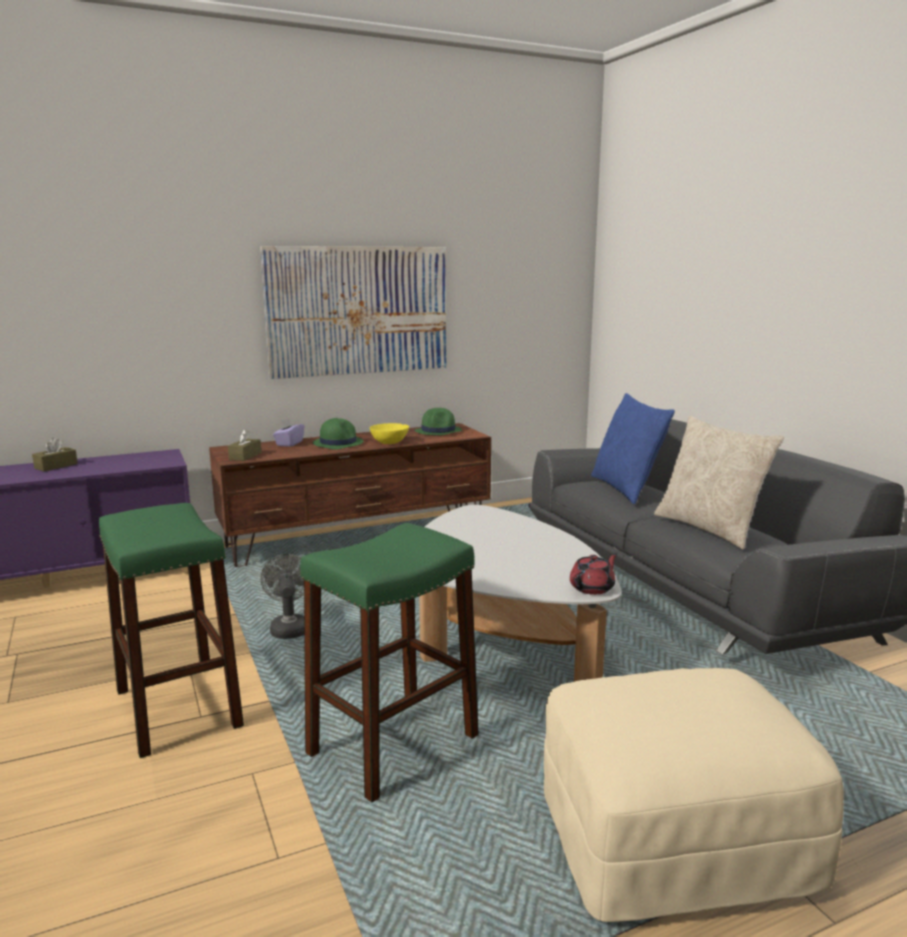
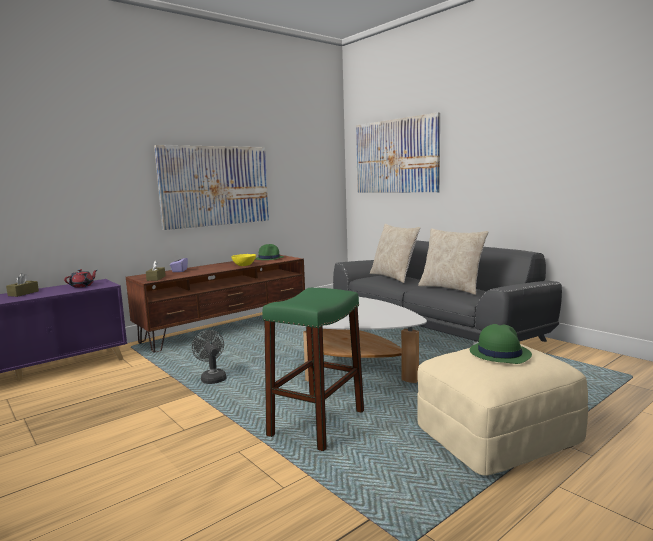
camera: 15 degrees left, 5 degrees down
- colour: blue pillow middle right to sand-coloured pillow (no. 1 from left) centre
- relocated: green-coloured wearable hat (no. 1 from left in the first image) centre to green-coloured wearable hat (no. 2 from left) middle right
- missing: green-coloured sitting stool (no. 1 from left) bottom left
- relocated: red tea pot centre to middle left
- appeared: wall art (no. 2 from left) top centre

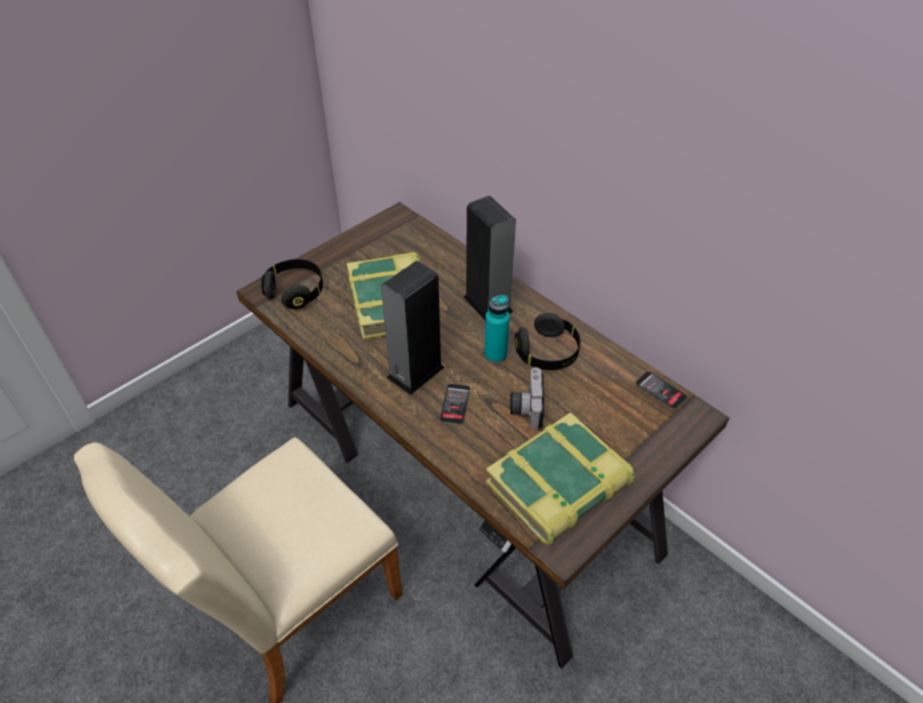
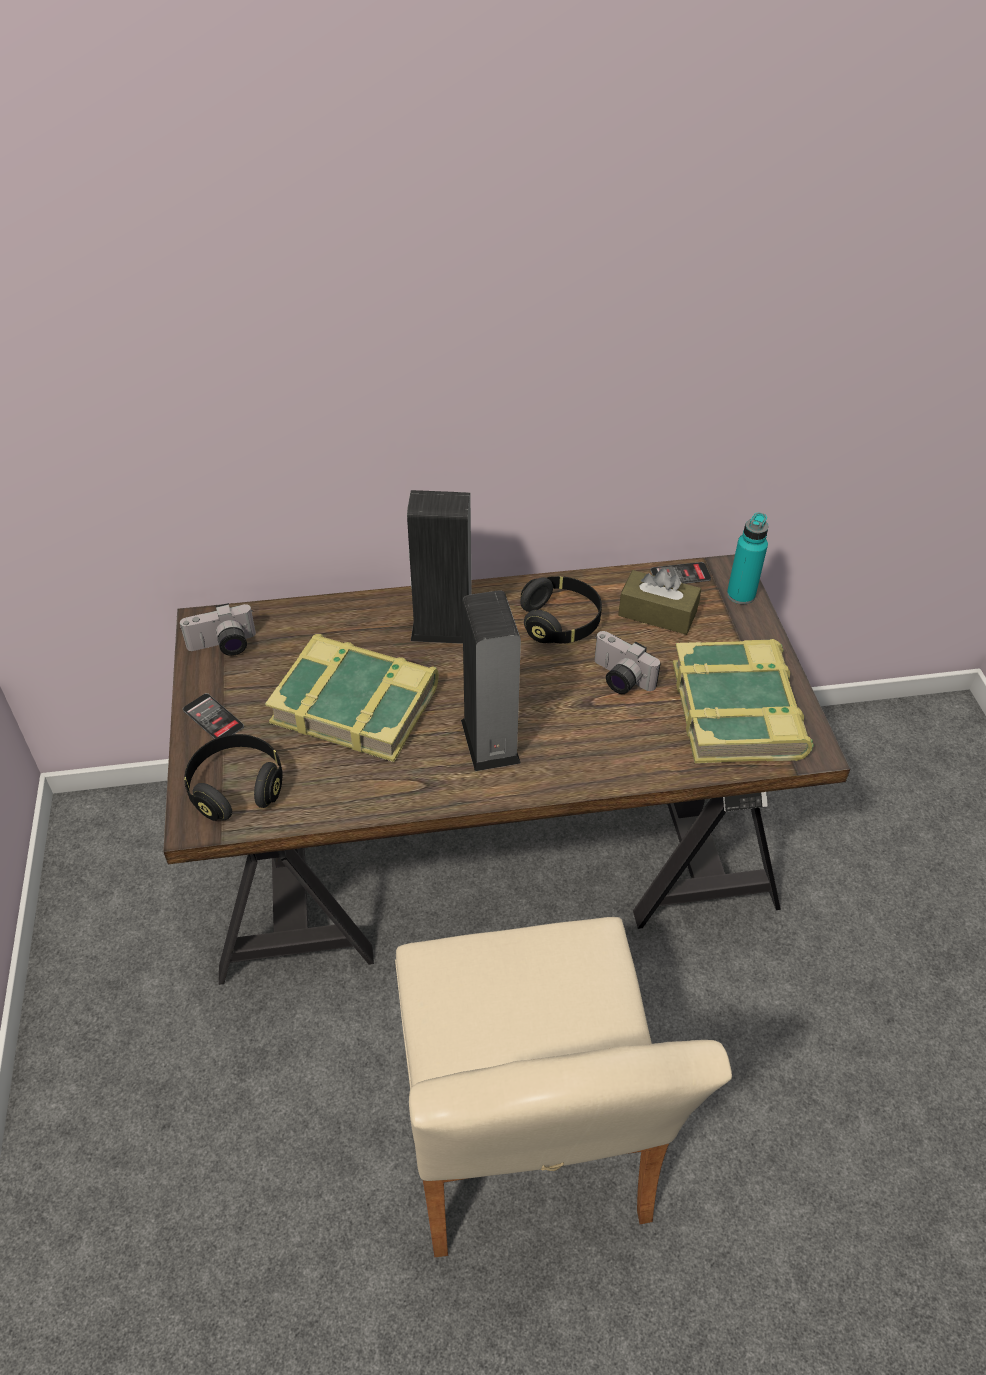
camera: 55 degrees left, 0 degrees up
- relocated: blue-green drink bottle centre to middle right
- relocated: telephone (no. 1 from left) centre to middle left
- appeared: brownish box of tissues middle right
- appeared: photo camera (no. 1 from left) middle left

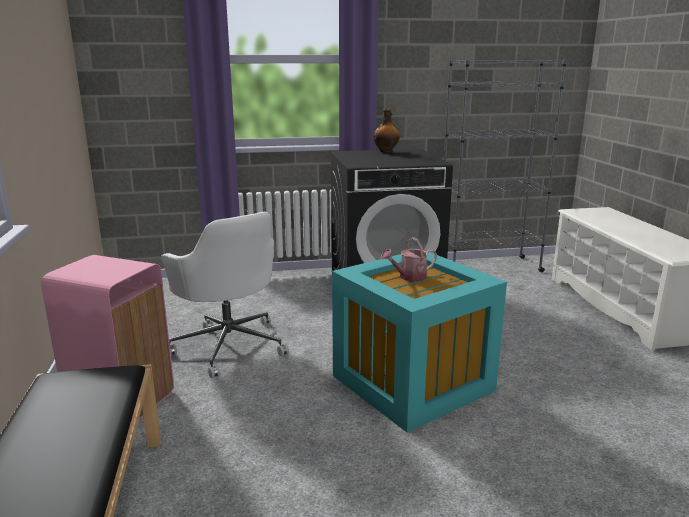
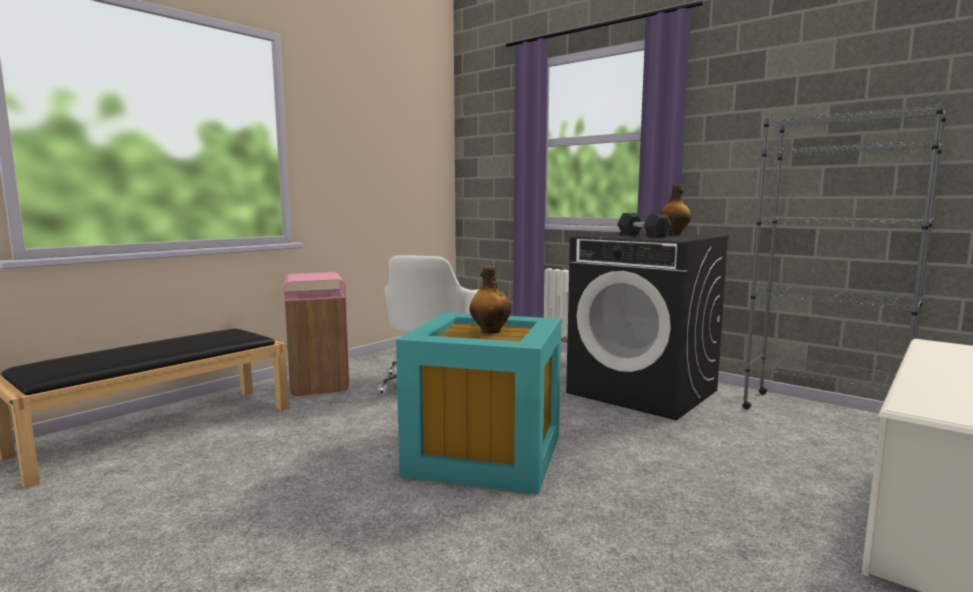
camera: 50 degrees right, 10 degrees down
- exchanged: watering pot centre to drink bottle (no. 1 from left) centre
- appeared: greyish dumbbell centre

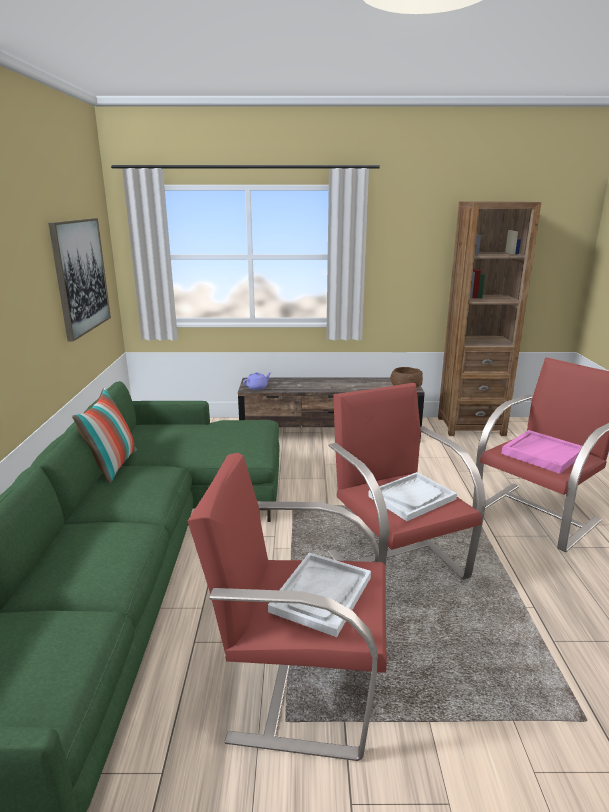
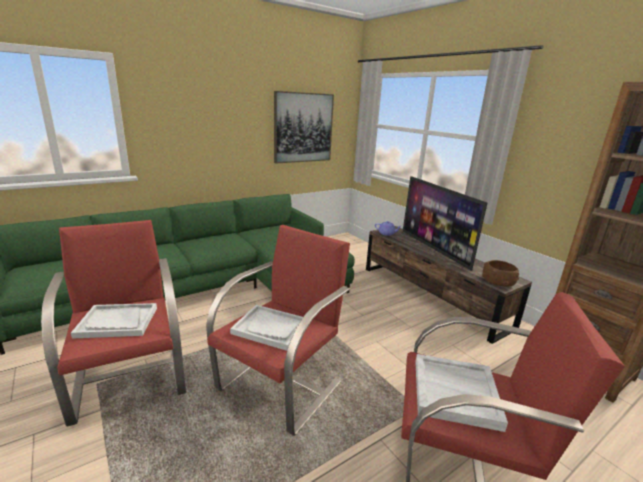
camera: 55 degrees right, 0 degrees up
- missing: pillow middle left
- colour: pink-coloured carrying tray middle right to whitish carrying tray (no. 3 from left) bottom right
- appeared: TV set middle right

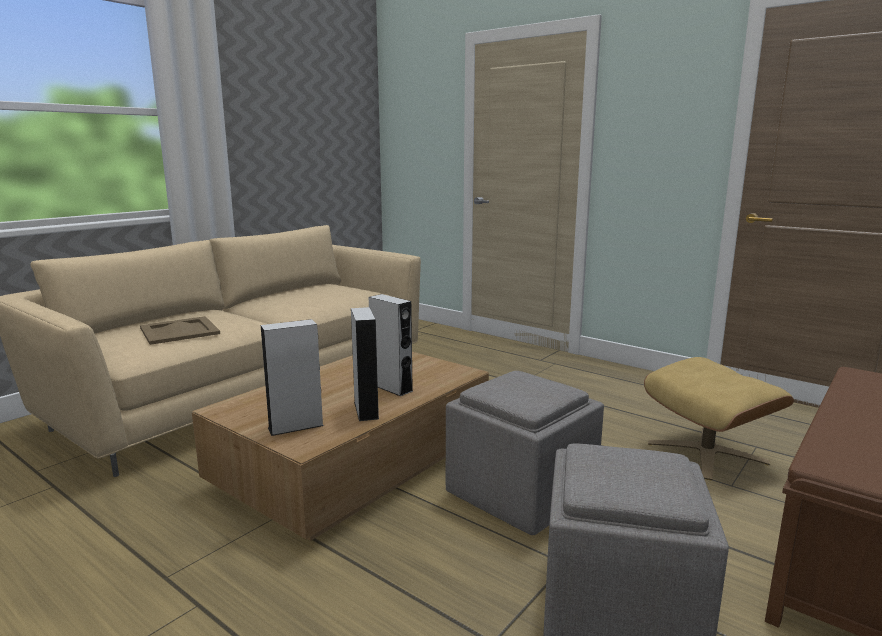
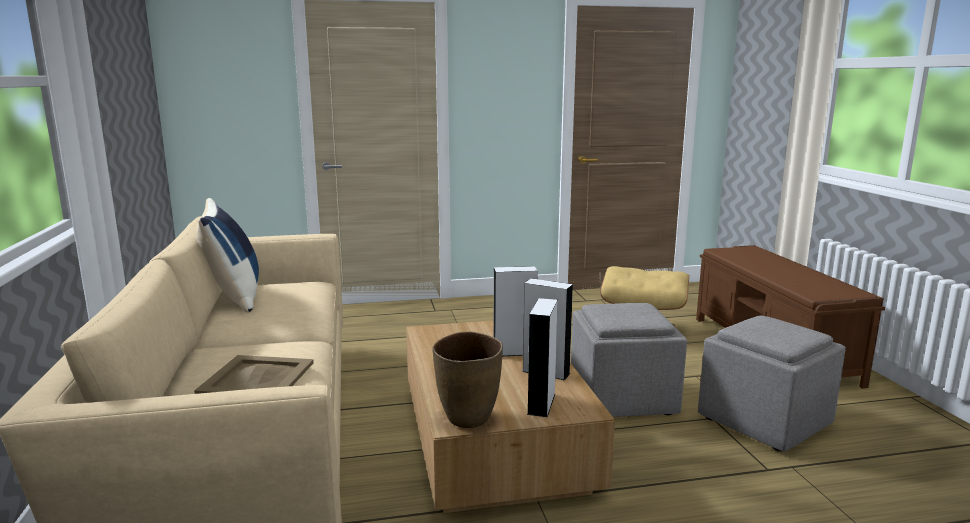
camera: 50 degrees left, 0 degrees up
- appeared: blue pillow middle left
- appeared: brownish decorative vase bottom centre

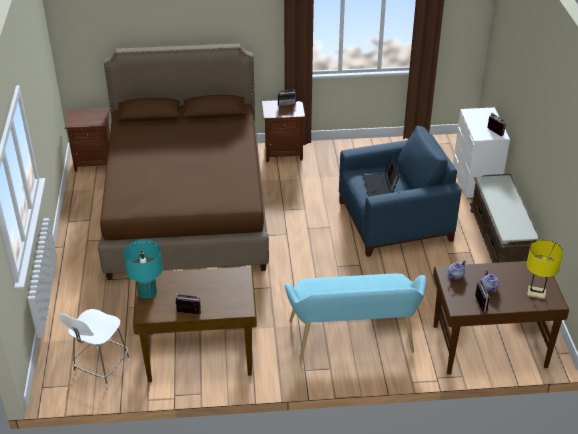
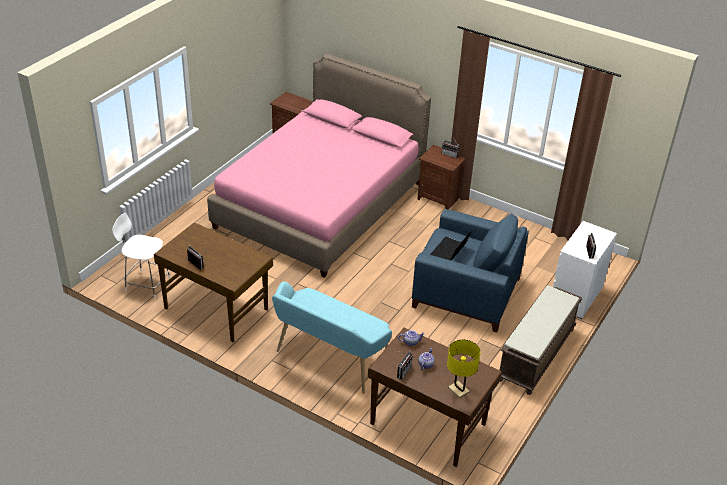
camera: 35 degrees right, 0 degrees up
- colour: brownish bed middle left to pink-coloured bed centre
- missing: blue-green tabletop lamp middle left
- spun: whitish plain chair bottom left = middle left 45 degrees clockwise

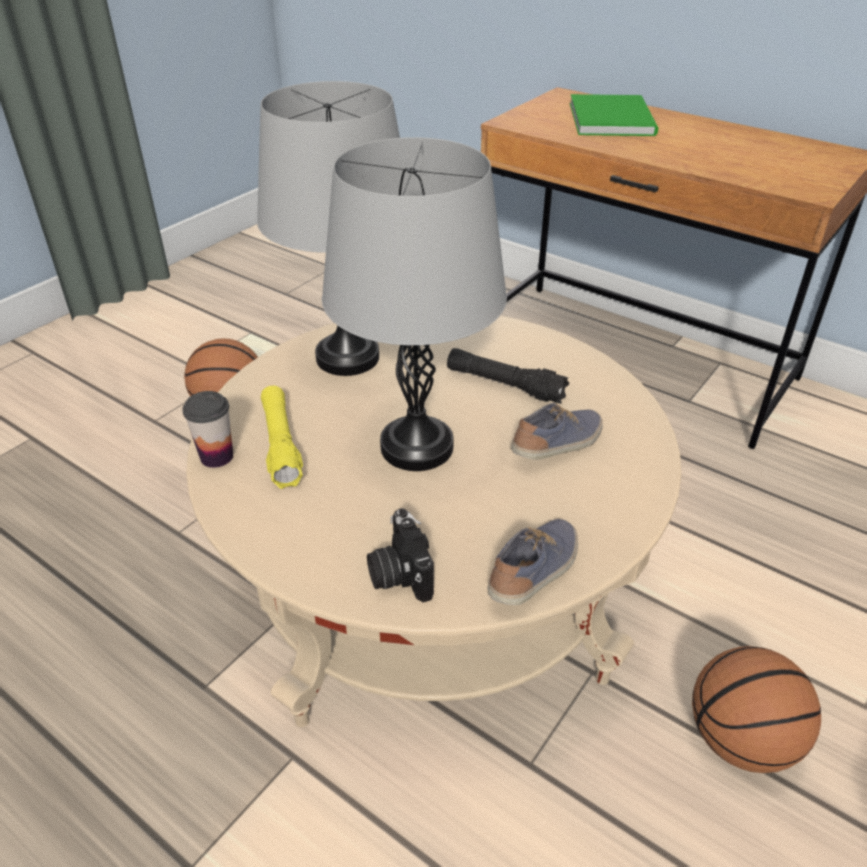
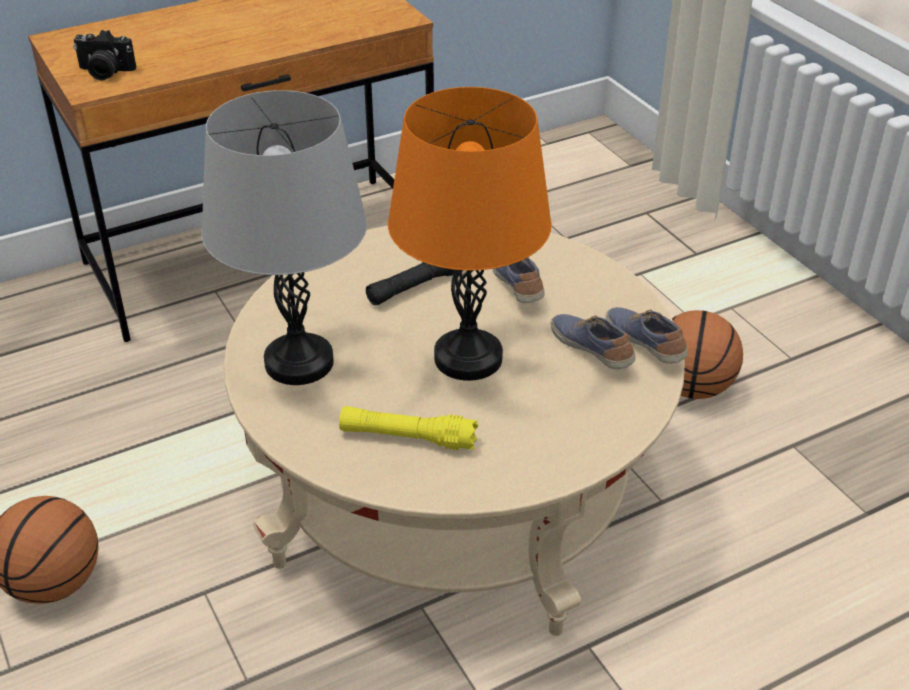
camera: 65 degrees left, 0 degrees up
- missing: green-coloured bound book top right
- colour: greyish tabletop lamp (no. 2 from left) centre to orange-coloured tabletop lamp centre
- missing: small cup middle left
- relocated: photo camera centre to top left
- appeared: item of footwear (no. 2 from left) centre

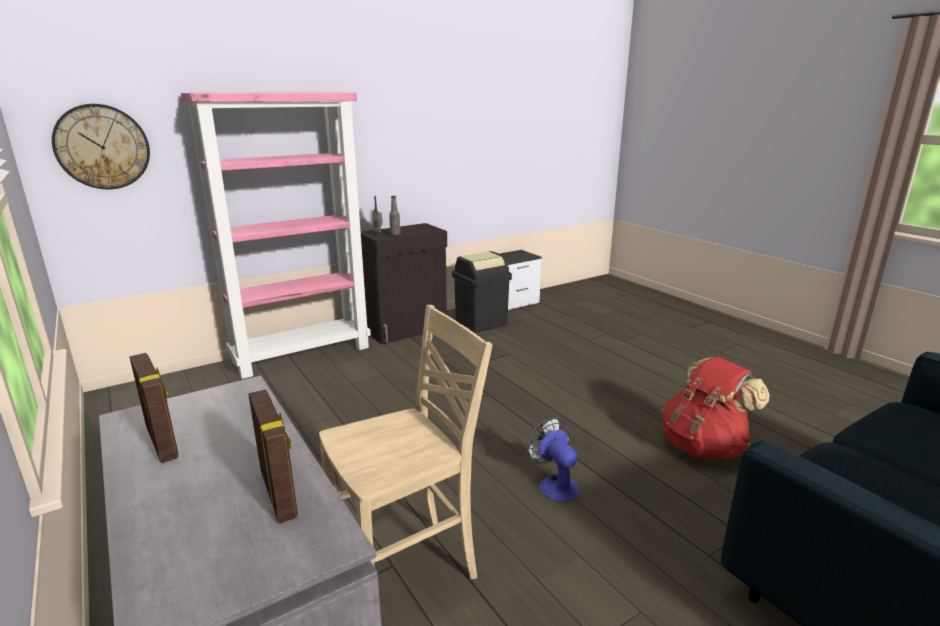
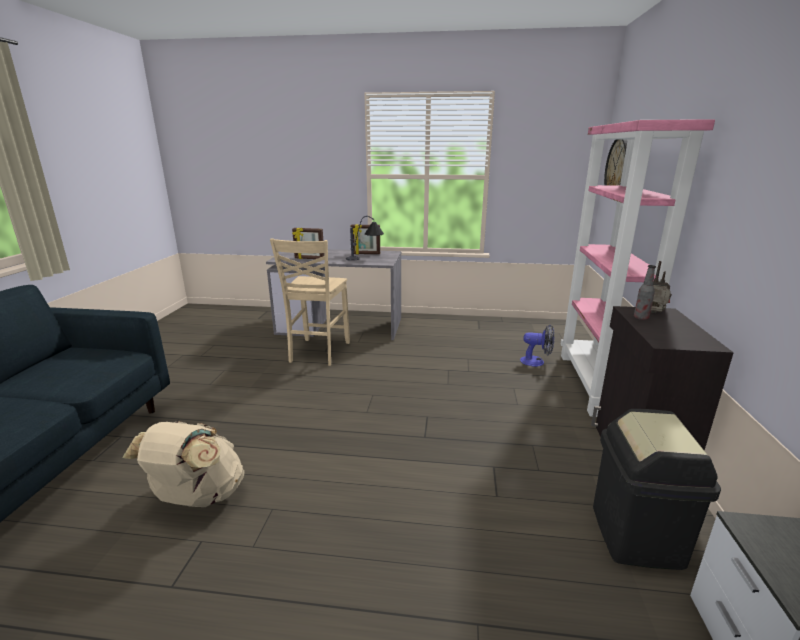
camera: 130 degrees right, 0 degrees up
- colour: red rucksack middle right to sand-coloured rucksack bottom left
- relocated: electric fan bottom centre to middle right
- appeared: tabletop lamp centre

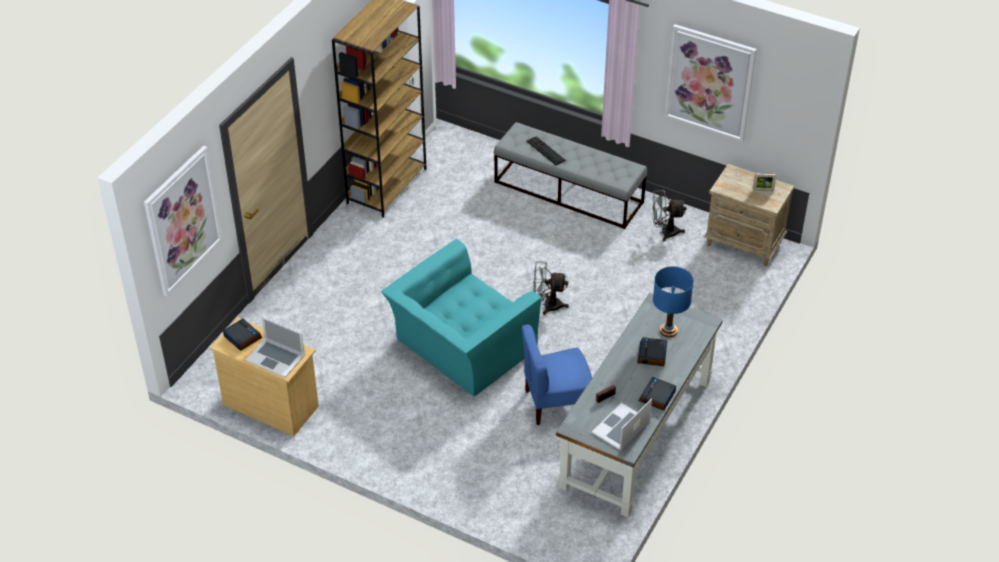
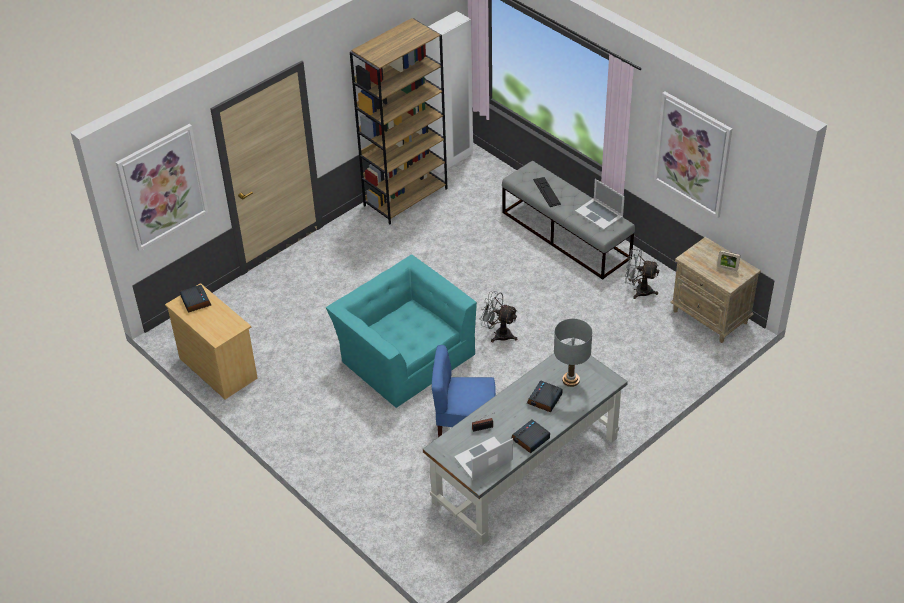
camera: 20 degrees right, 0 degrees up
- spun: blue-green lounge chair centre = centre 75 degrees clockwise
- colour: blue tabletop lamp middle right to greyish tabletop lamp centre
- relocated: laptop (no. 1 from left in the first image) middle left to laptop (no. 2 from left) centre

